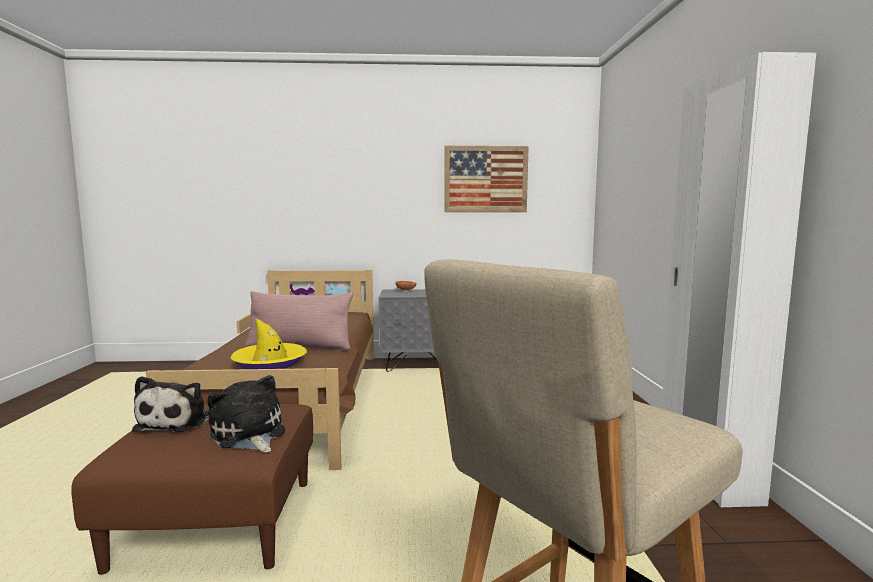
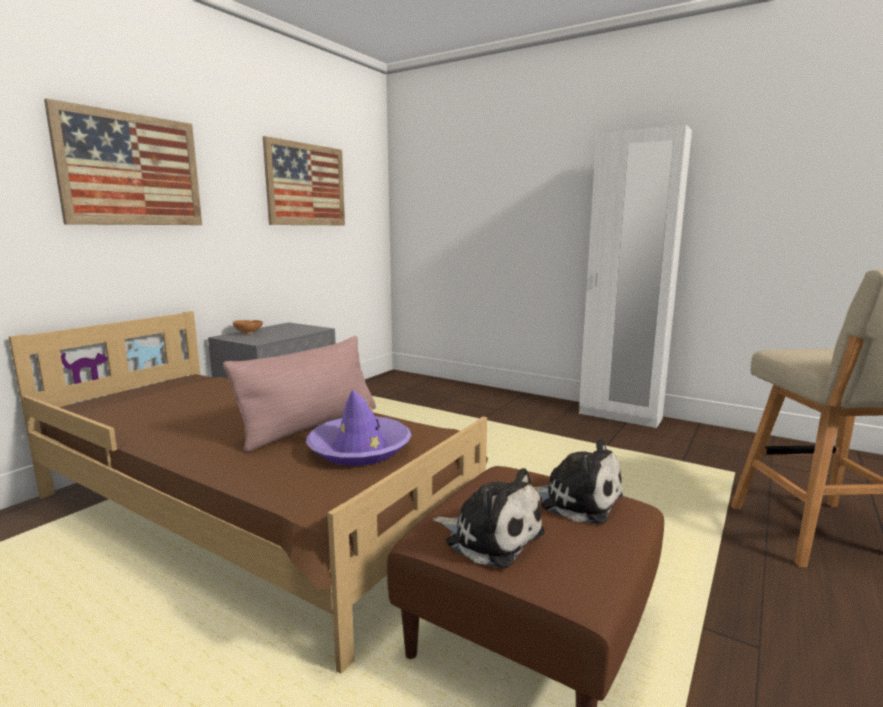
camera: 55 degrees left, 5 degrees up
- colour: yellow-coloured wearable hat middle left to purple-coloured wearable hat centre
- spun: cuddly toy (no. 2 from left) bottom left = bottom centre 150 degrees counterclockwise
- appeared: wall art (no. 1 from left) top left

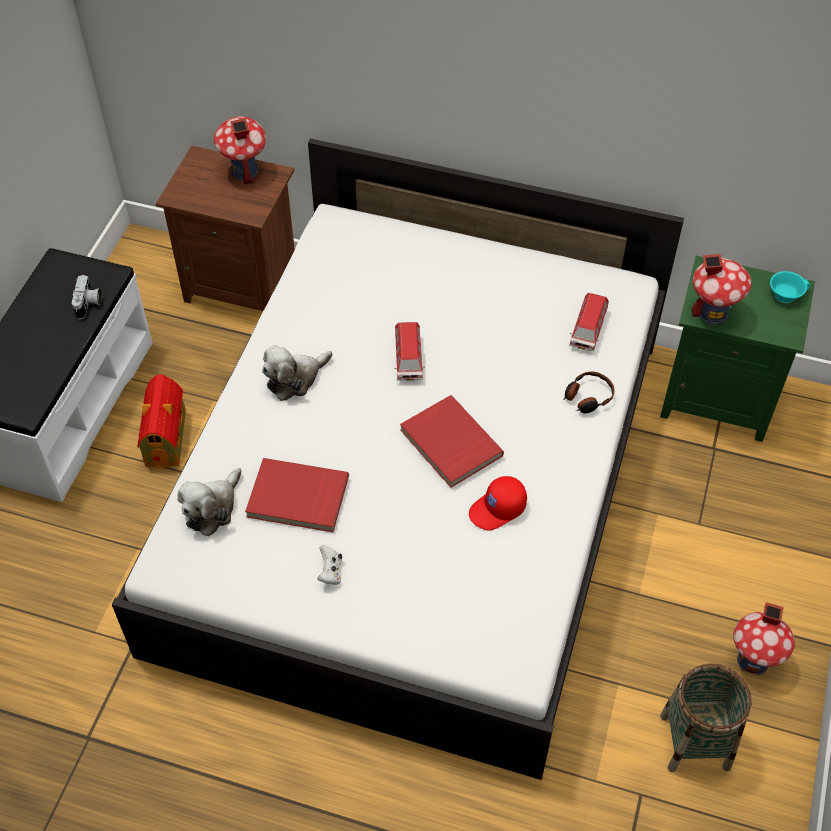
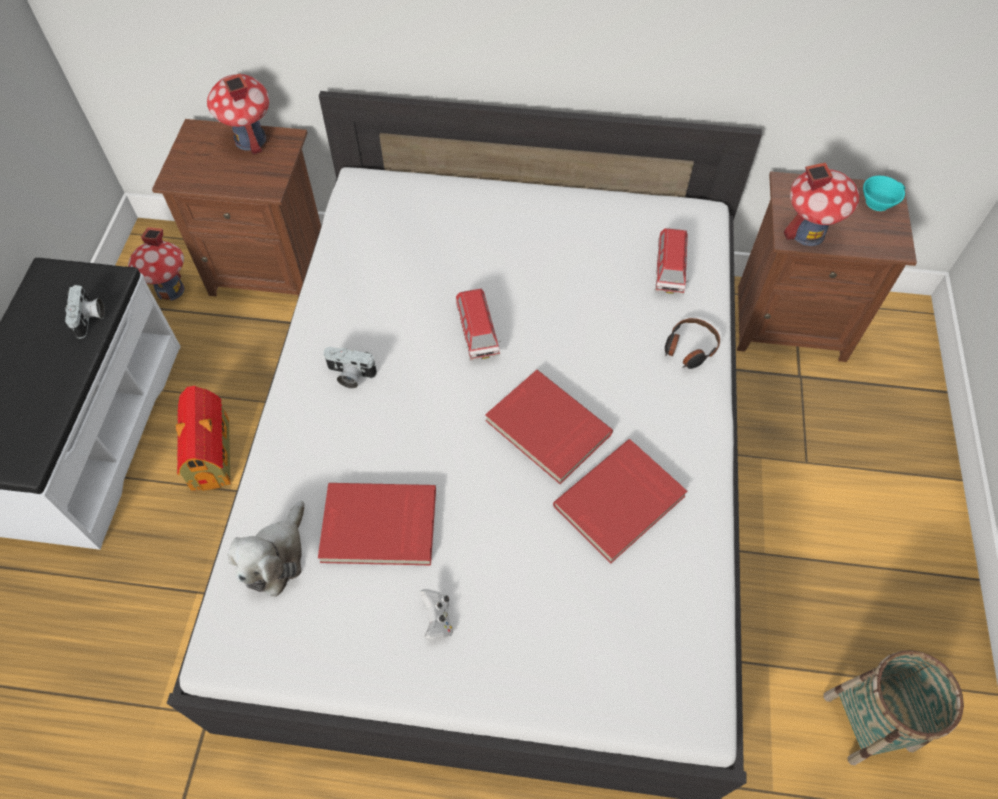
camera: 10 degrees left, 5 degrees up
- colour: green-coloured bedside table middle right to brownish bedside table (no. 2 from left) middle right
- exchanged: cuddly toy (no. 2 from left) centre to photo camera (no. 2 from left) centre
- exchanged: red baseball cap centre to red bound book (no. 3 from left) centre
- relocated: model house (no. 4 from left in the first image) bottom right to model house (no. 1 from left) top left

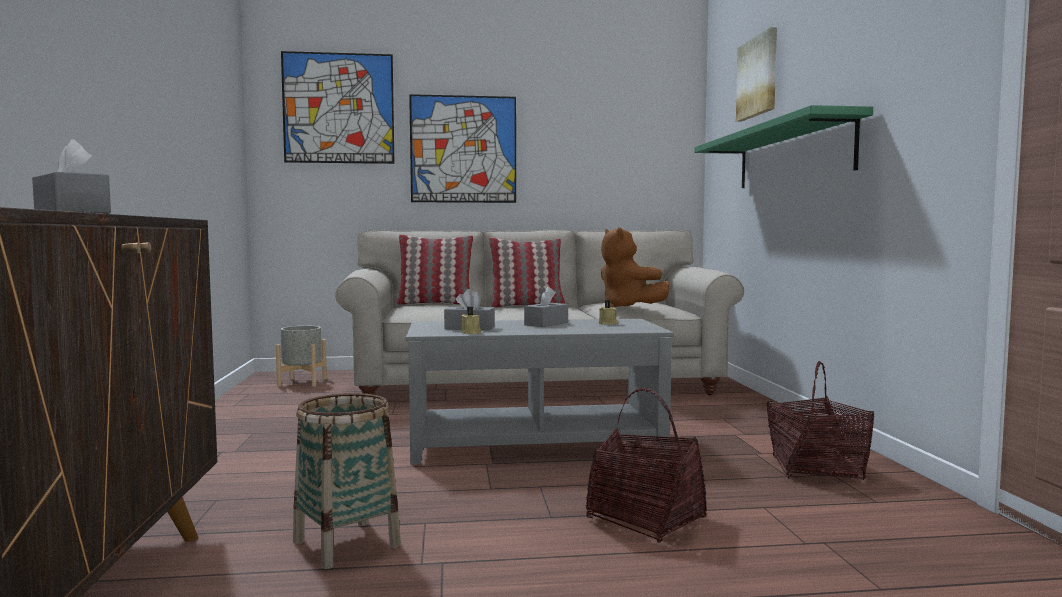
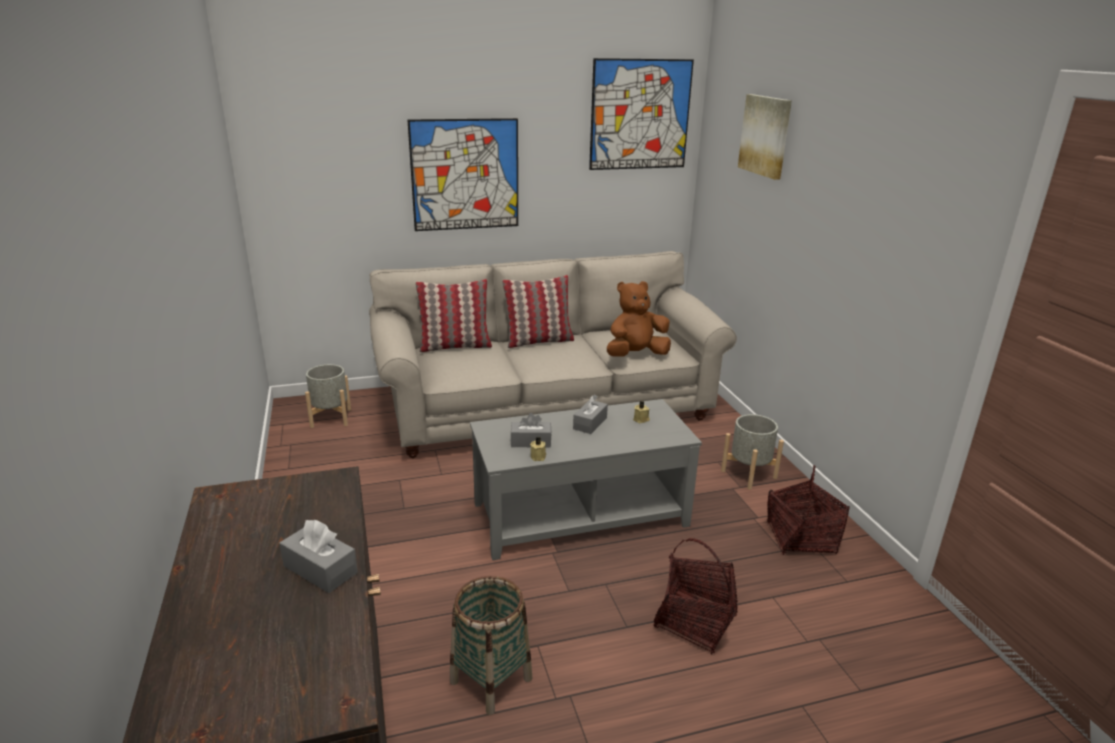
camera: 10 degrees left, 20 degrees up
- relocated: wall art (no. 1 from left in the first image) top left to wall art (no. 2 from left) top centre
- missing: green-coloured shelf top right
- spun: brownish cuddly toy centre = centre 105 degrees clockwise
- appeared: greyish plant pot (no. 2 from left) middle right

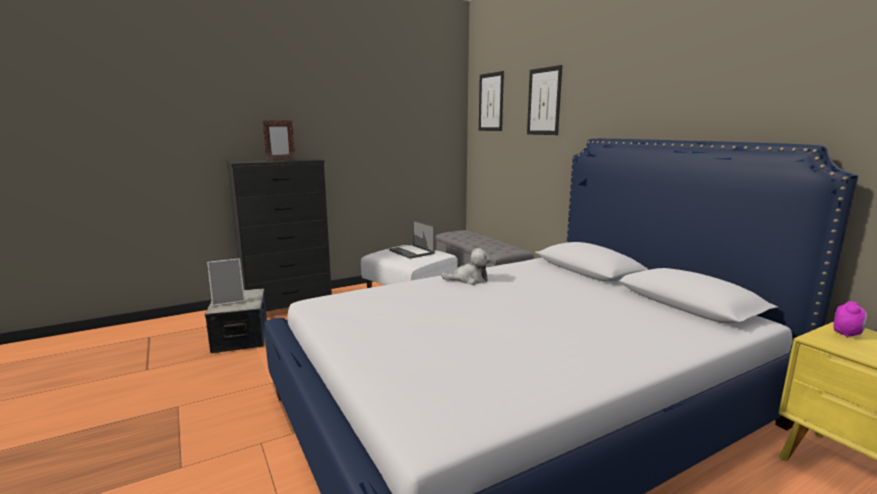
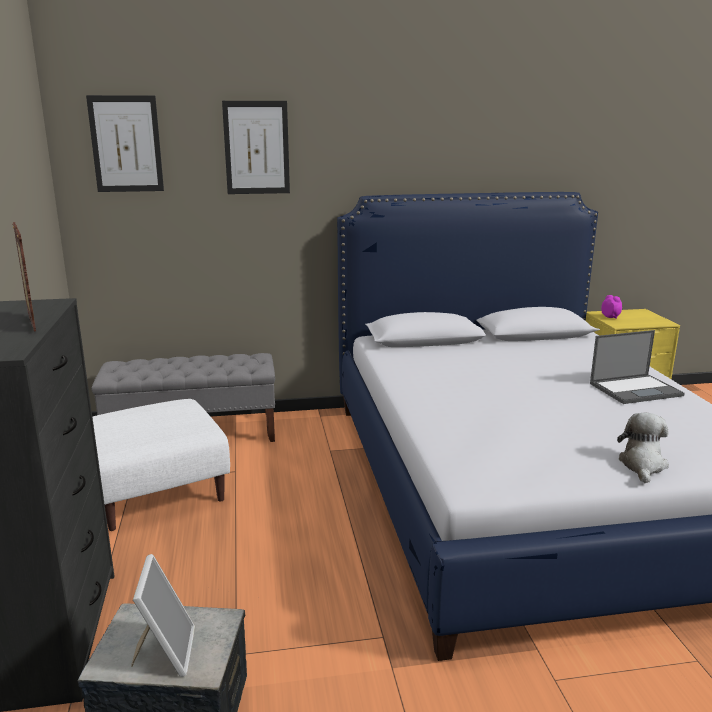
camera: 70 degrees left, 5 degrees up
- relocated: laptop centre to middle right
- relocated: cuddly toy centre to middle right

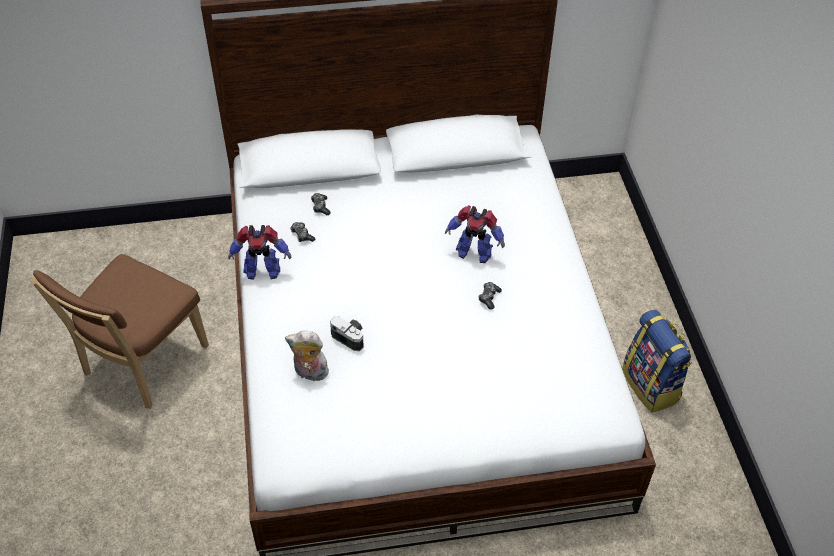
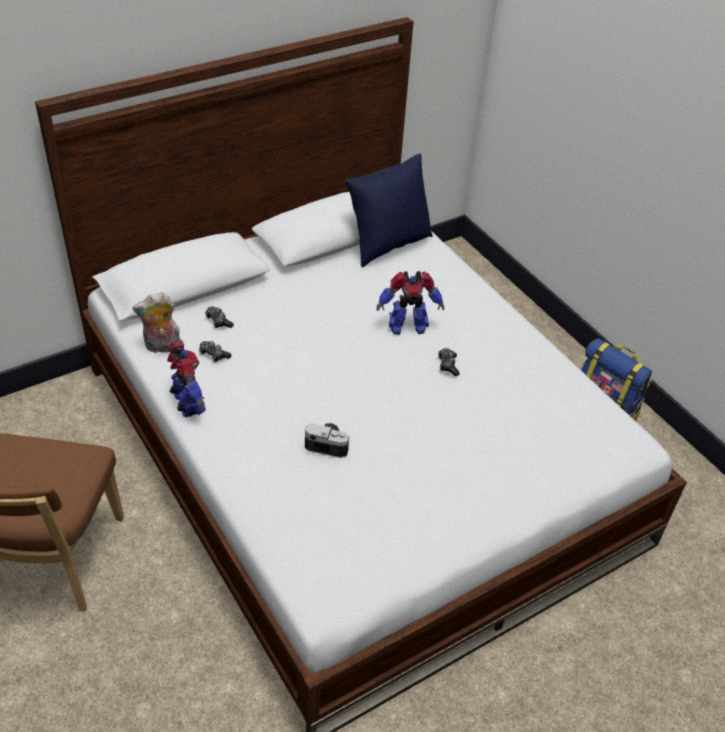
camera: 25 degrees left, 5 degrees down
- spun: model robot (no. 1 from left) middle left = middle left 90 degrees counterclockwise
- relocated: cuddly toy centre to middle left
- appeared: blue pillow top centre

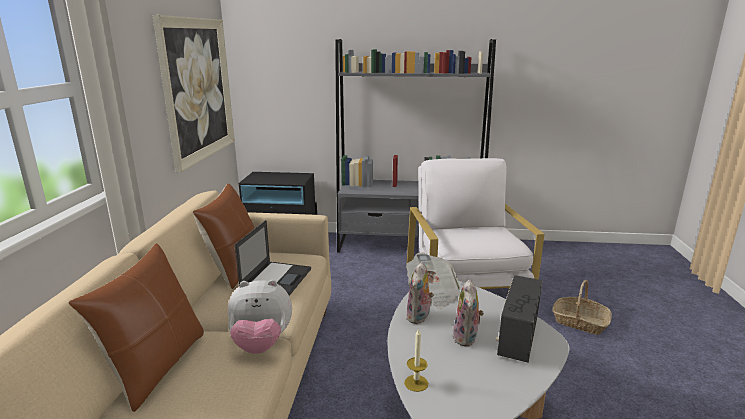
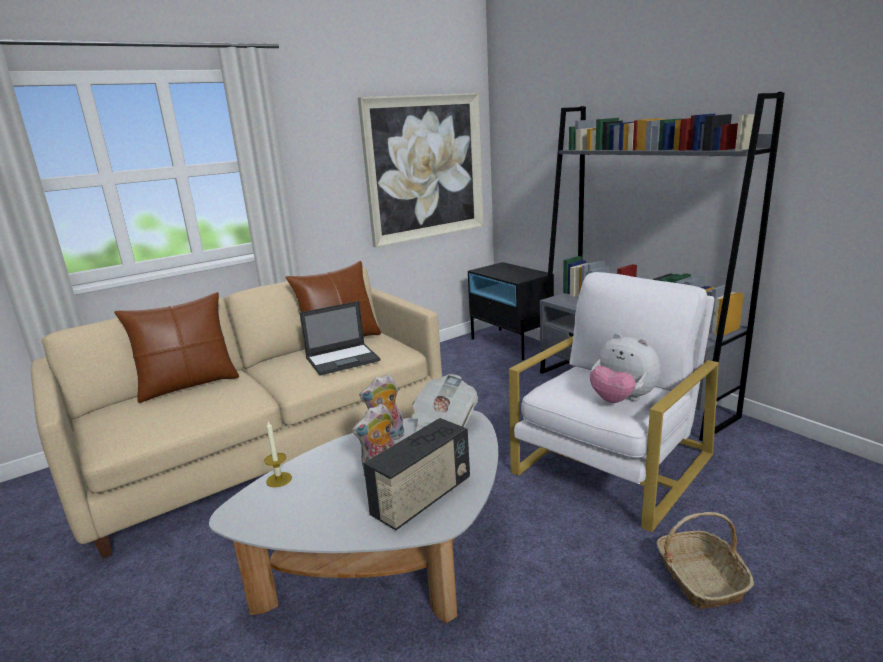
camera: 50 degrees right, 0 degrees up
- spun: radio bottom right = bottom centre 150 degrees clockwise
- relocated: cuddly toy (no. 1 from left in the first image) bottom centre to cuddly toy (no. 3 from left) middle right

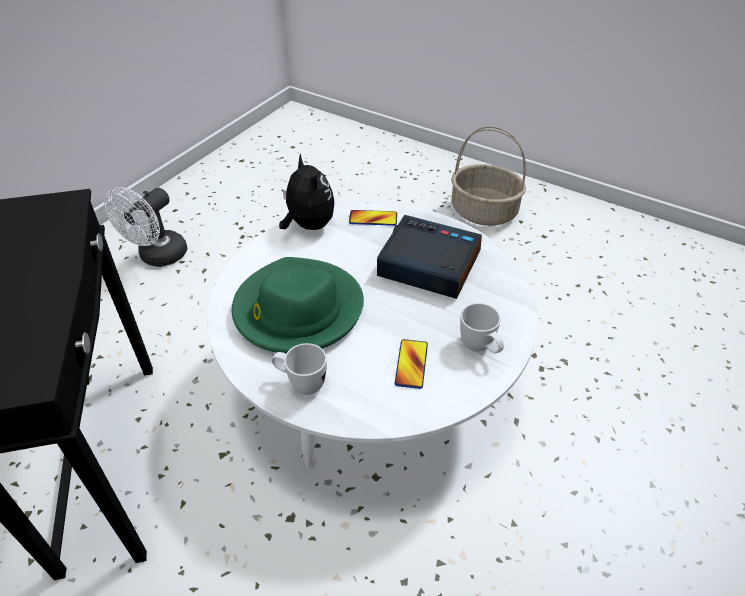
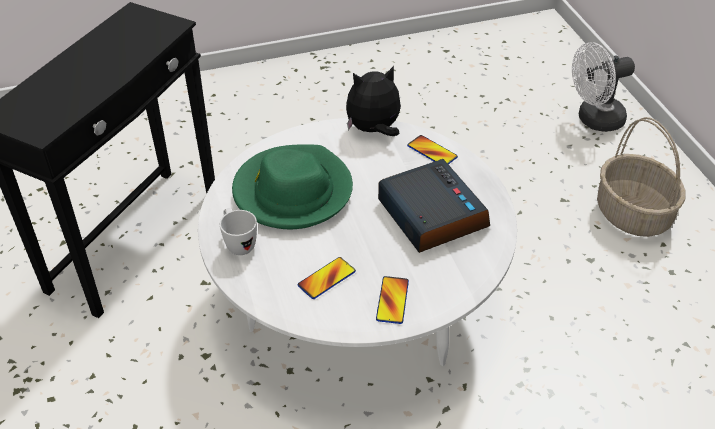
camera: 40 degrees right, 0 degrees up
- spun: cuddly toy top centre = top centre 120 degrees counterclockwise
- relocated: whitish electric fan middle left to top right
- exchanged: whitish mug (no. 2 from left) centre to telephone (no. 2 from left) bottom centre

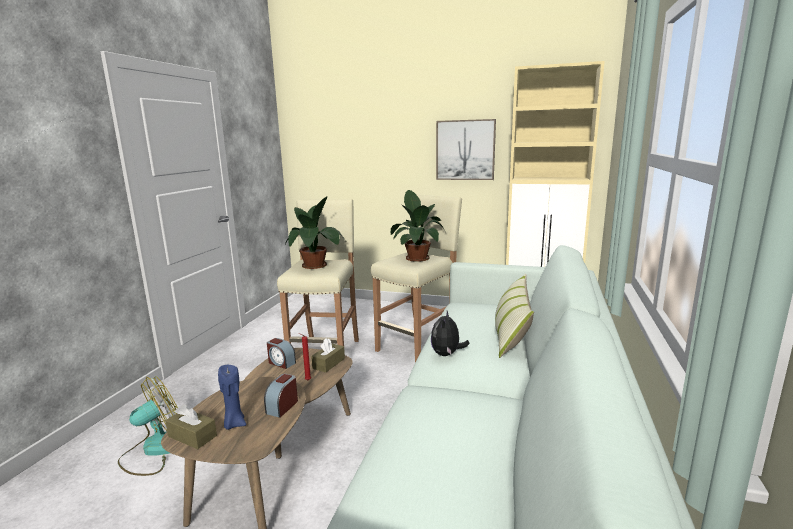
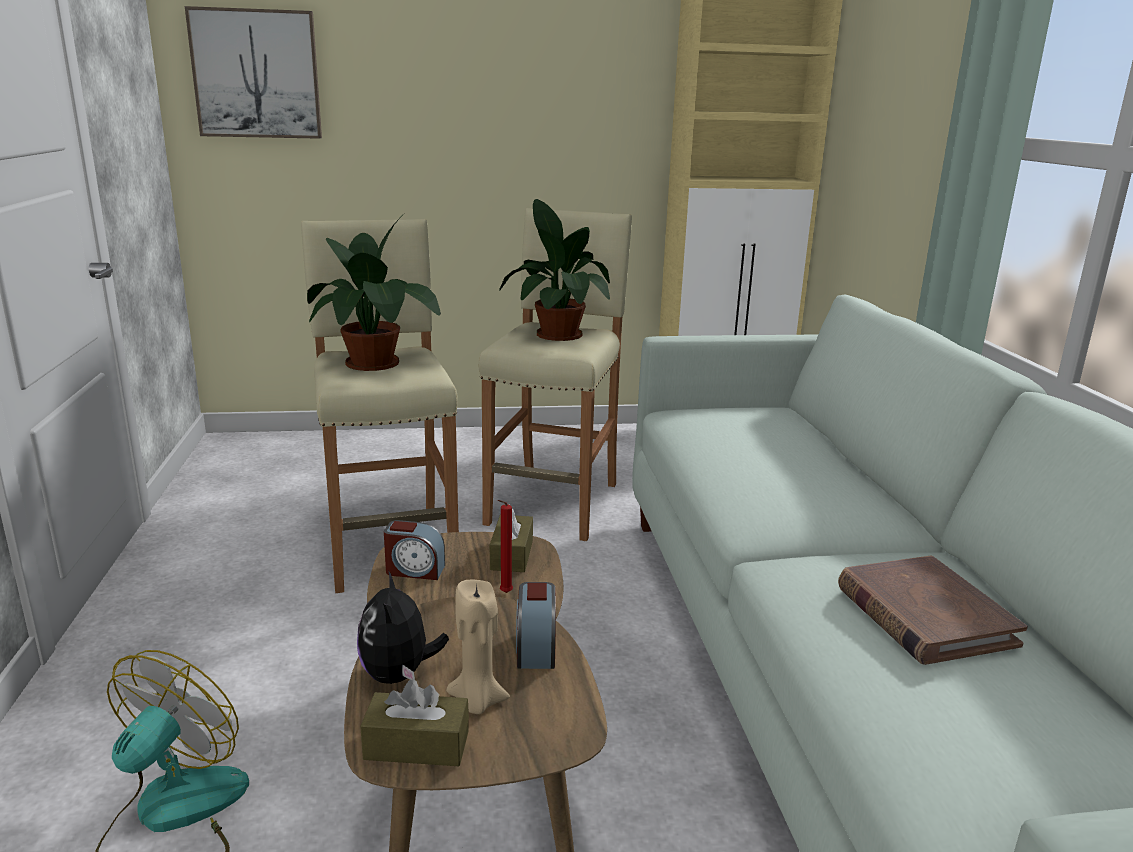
camera: 25 degrees left, 5 degrees up
- relocated: wall art top centre to top left
- missing: pillow centre
- relocated: cuddly toy centre to bottom centre
- colour: blue wax candle bottom left to sand-coloured wax candle bottom centre
- appeared: brownish bound book bottom right

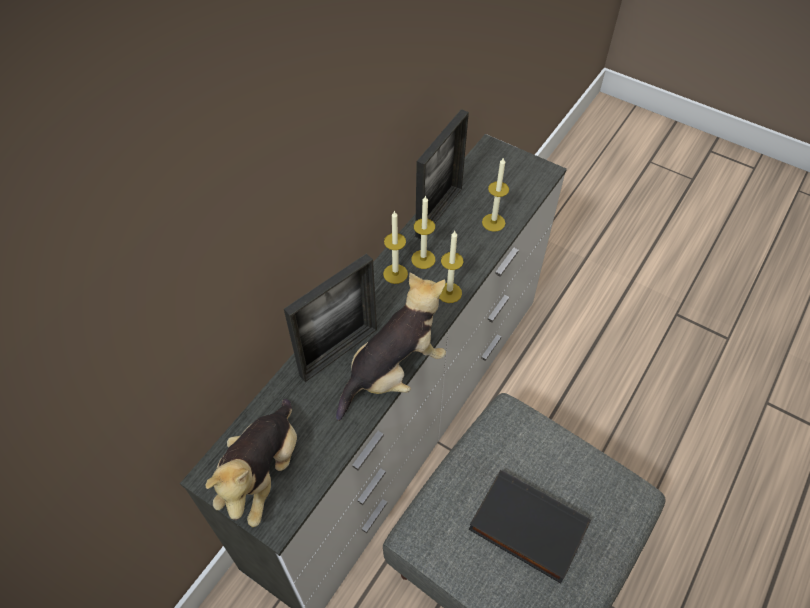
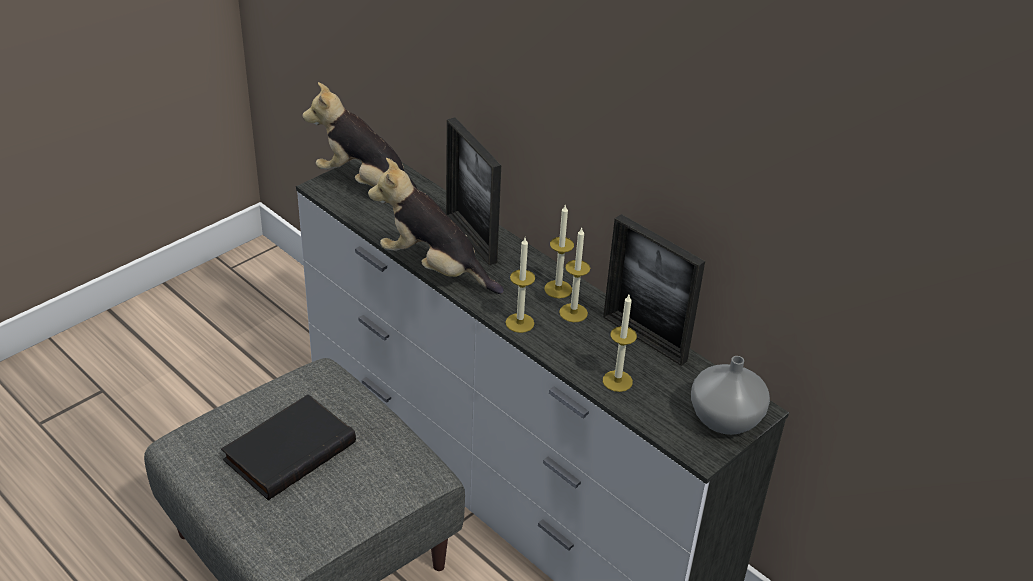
camera: 100 degrees right, 15 degrees down
- spun: cuddly toy (no. 2 from left) centre = centre 150 degrees clockwise
- appeared: greyish decorative vase bottom right

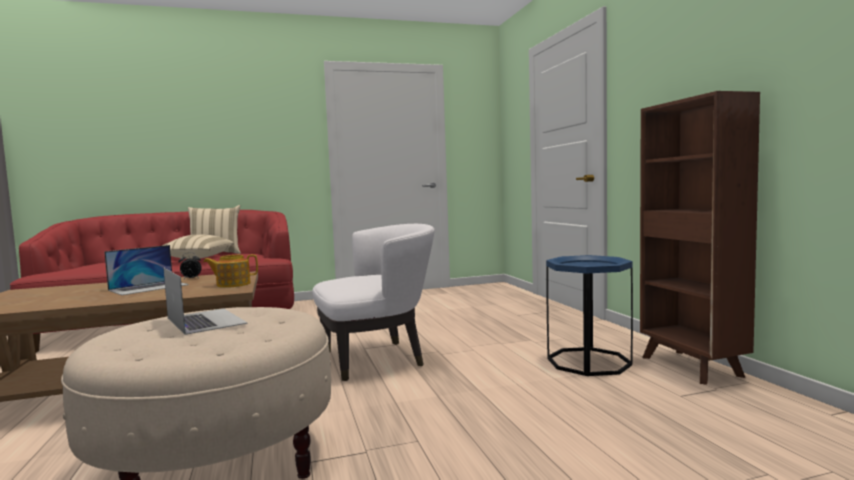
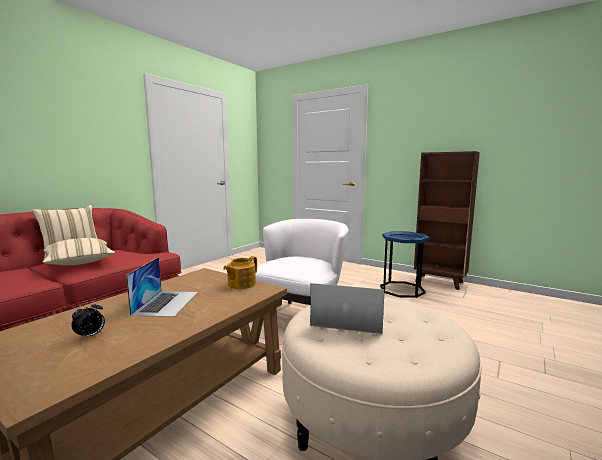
camera: 40 degrees left, 5 degrees up
- relocated: bedside clock middle left to bottom left

